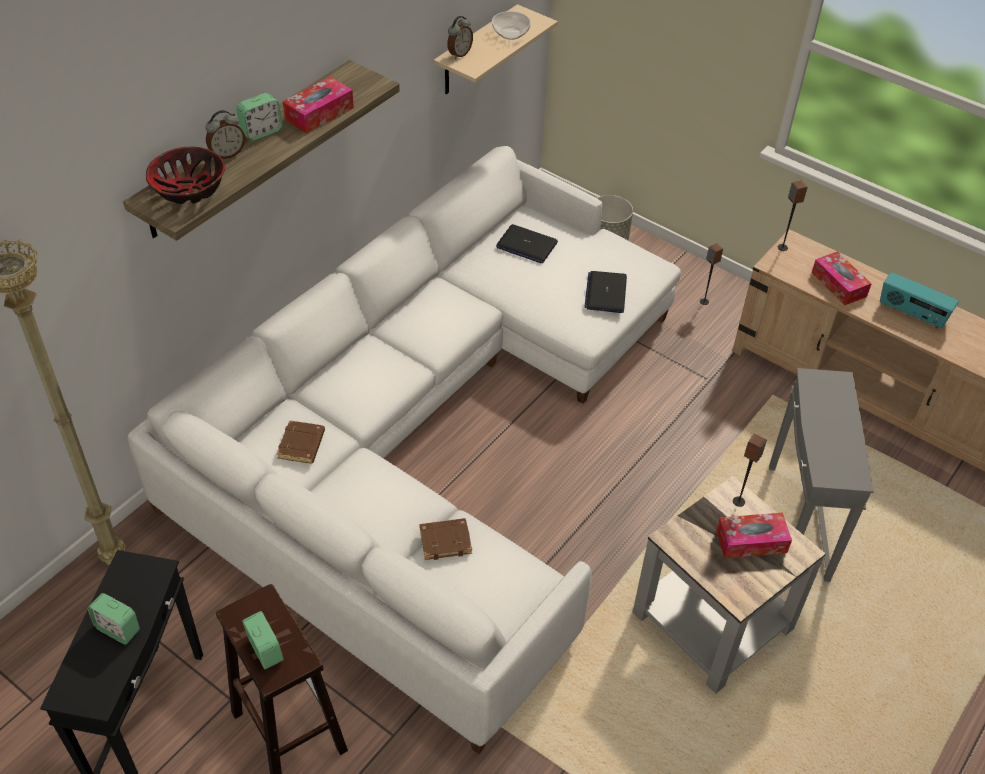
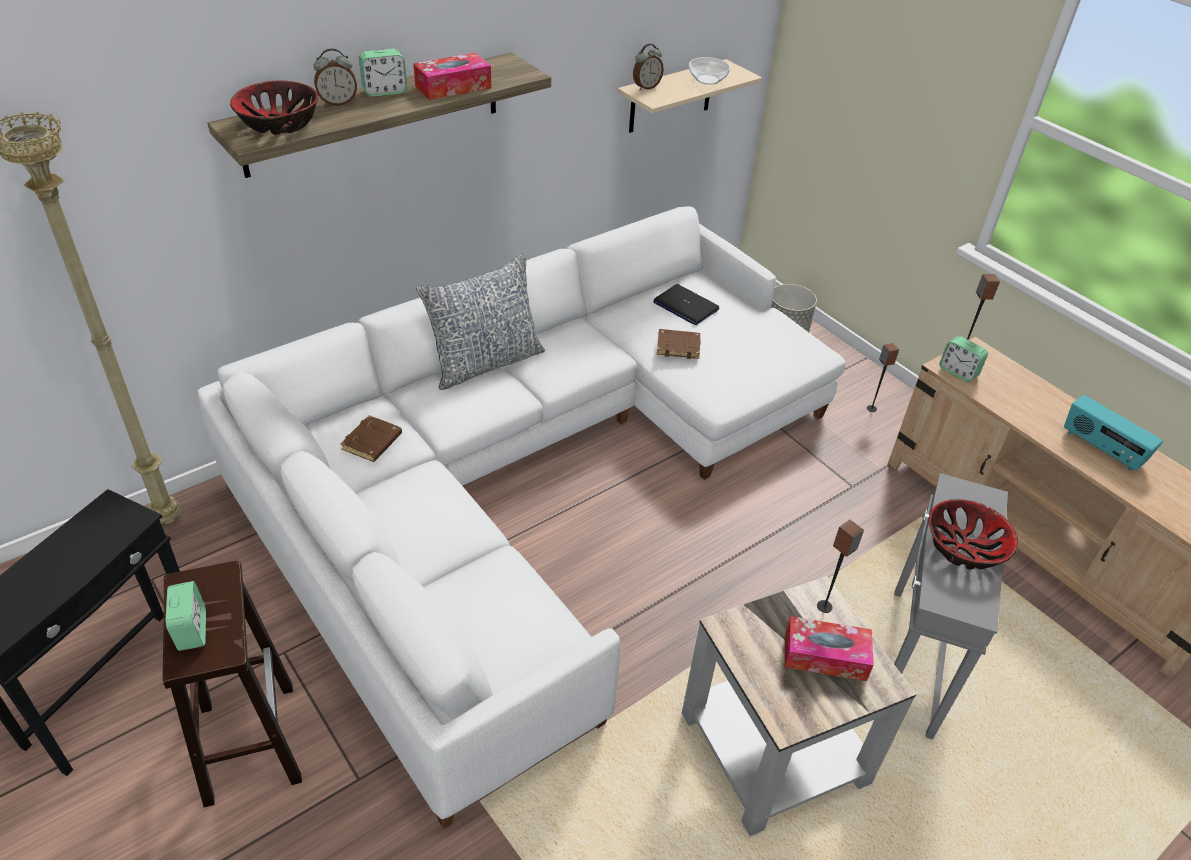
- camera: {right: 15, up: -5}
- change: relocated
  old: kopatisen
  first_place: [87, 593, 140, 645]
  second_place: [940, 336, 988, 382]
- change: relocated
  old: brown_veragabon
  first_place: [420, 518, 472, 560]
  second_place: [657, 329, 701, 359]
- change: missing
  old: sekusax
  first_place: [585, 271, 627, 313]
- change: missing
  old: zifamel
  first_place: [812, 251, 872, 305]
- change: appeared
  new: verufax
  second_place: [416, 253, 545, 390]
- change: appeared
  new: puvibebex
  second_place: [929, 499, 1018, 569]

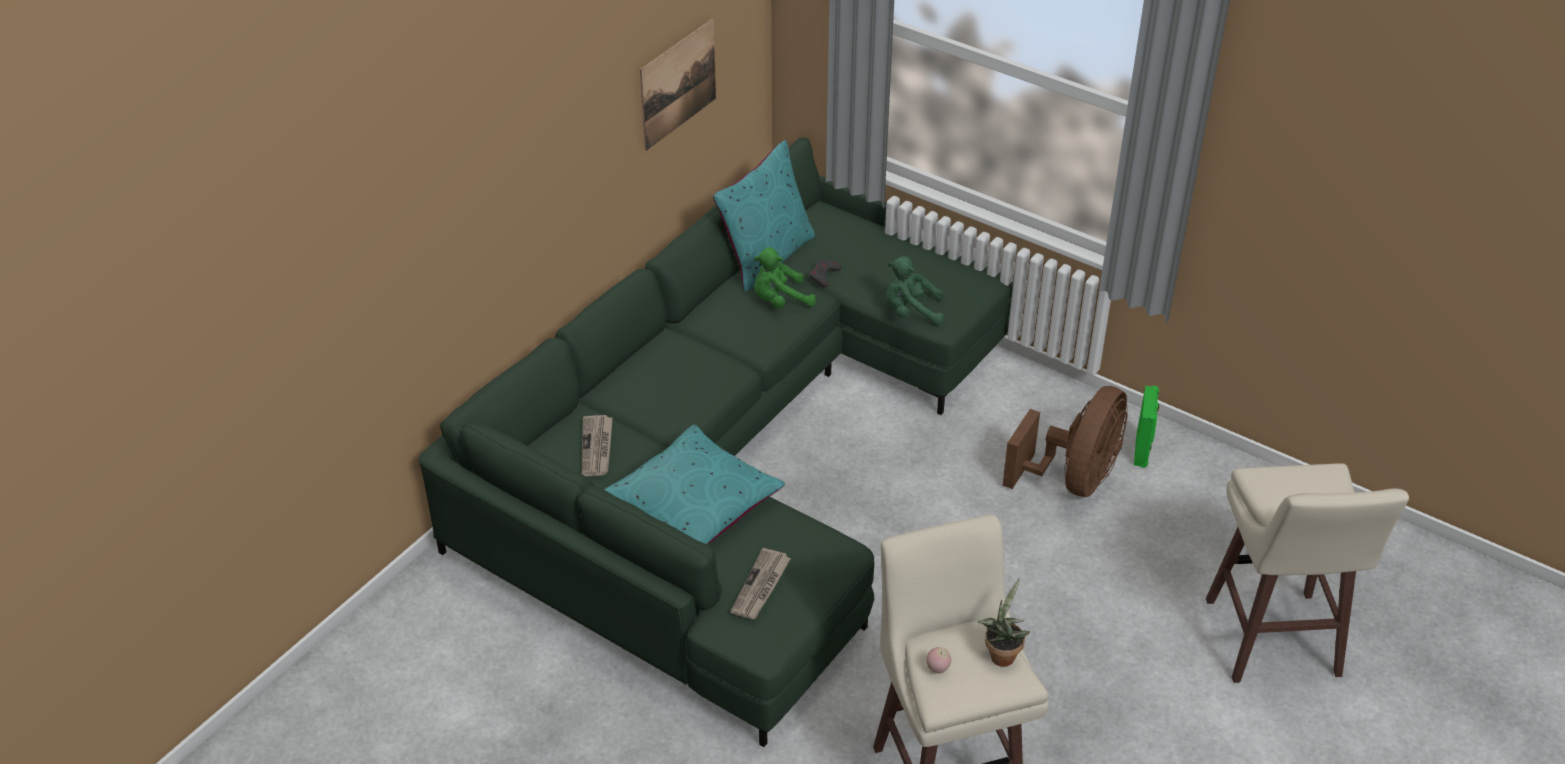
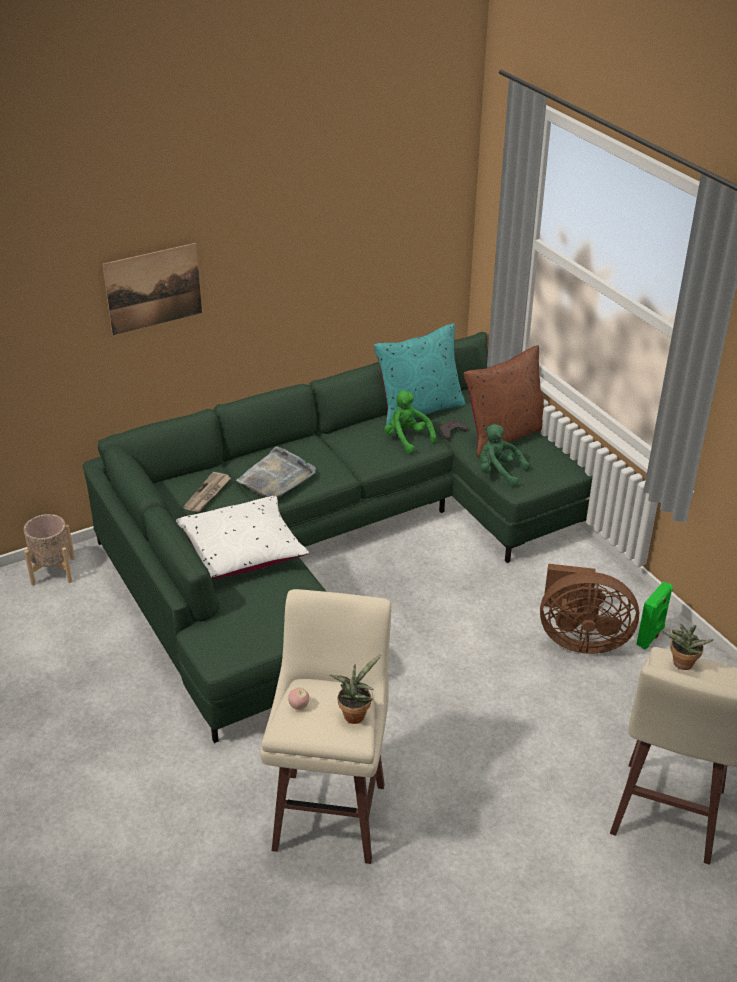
- camera: {right: 25, up: -5}
- change: colour
  old: turquoise_verufax
  new: white_verufax
  first_place: [604, 425, 785, 545]
  second_place: [176, 496, 309, 579]
- change: relocated
  old: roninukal
  first_place: [640, 19, 716, 151]
  second_place: [103, 243, 202, 335]
- change: missing
  old: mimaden
  first_place: [730, 548, 791, 619]
- change: spun
  old: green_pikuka
  first_place: [754, 247, 816, 308]
  second_place: [384, 390, 436, 453]
  degrees: 45
- change: spun
  old: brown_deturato
  first_place: [1002, 386, 1128, 497]
  second_place: [540, 564, 639, 654]
  degrees: 45
- change: appeared
  new: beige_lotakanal
  second_place: [24, 514, 75, 586]
- change: appeared
  new: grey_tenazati
  second_place: [236, 446, 316, 498]
- change: appeared
  new: brown_verufax
  second_place: [464, 345, 544, 457]
- change: appeared
  new: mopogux
  second_place: [662, 624, 713, 670]

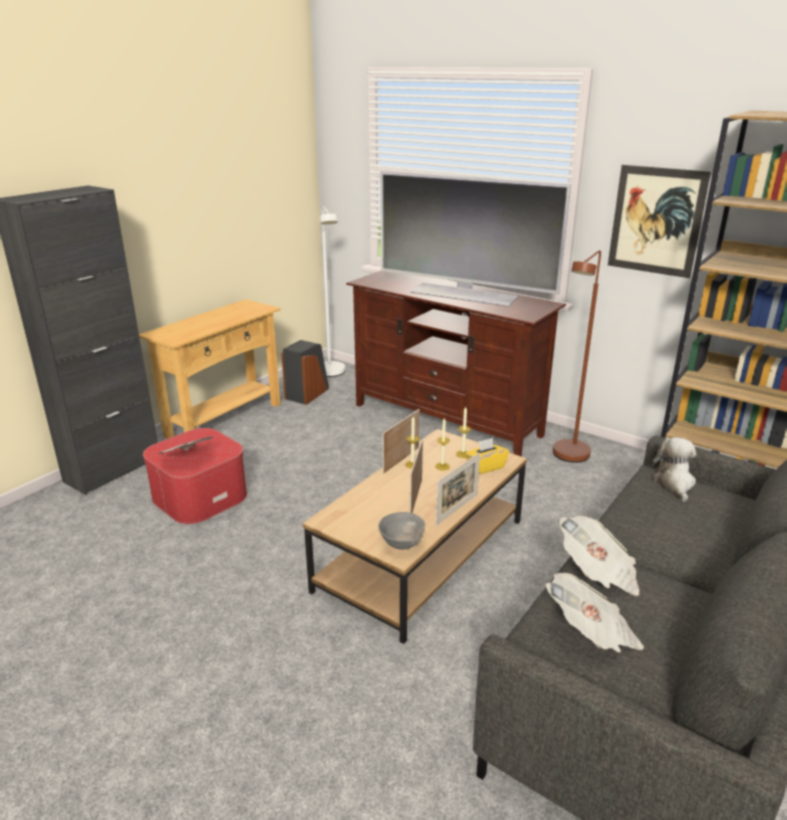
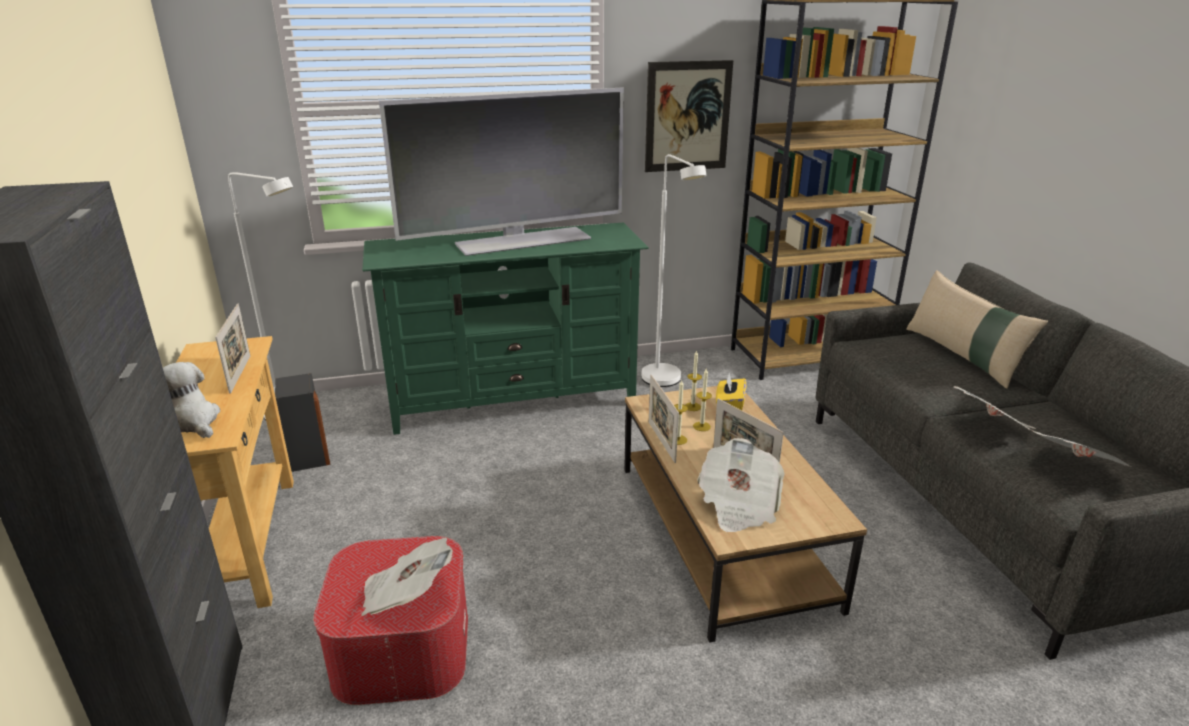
- camera: {right: -50, up: 0}
- change: colour
  old: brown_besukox
  new: green_besukox
  first_place: [346, 271, 566, 457]
  second_place: [362, 223, 649, 435]
- change: missing
  old: grey_puvibebex
  first_place: [378, 512, 425, 550]
- change: relocated
  old: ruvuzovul
  first_place: [436, 453, 480, 526]
  second_place: [215, 304, 250, 394]
- change: colour
  old: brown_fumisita
  new: white_fumisita
  first_place: [553, 250, 601, 463]
  second_place: [642, 154, 706, 387]
- change: relocated
  old: pikuka
  first_place: [651, 437, 696, 503]
  second_place: [163, 362, 220, 438]
- change: appeared
  new: mimaden
  second_place: [698, 438, 785, 532]
- change: appeared
  new: beige_verufax
  second_place: [906, 270, 1048, 389]

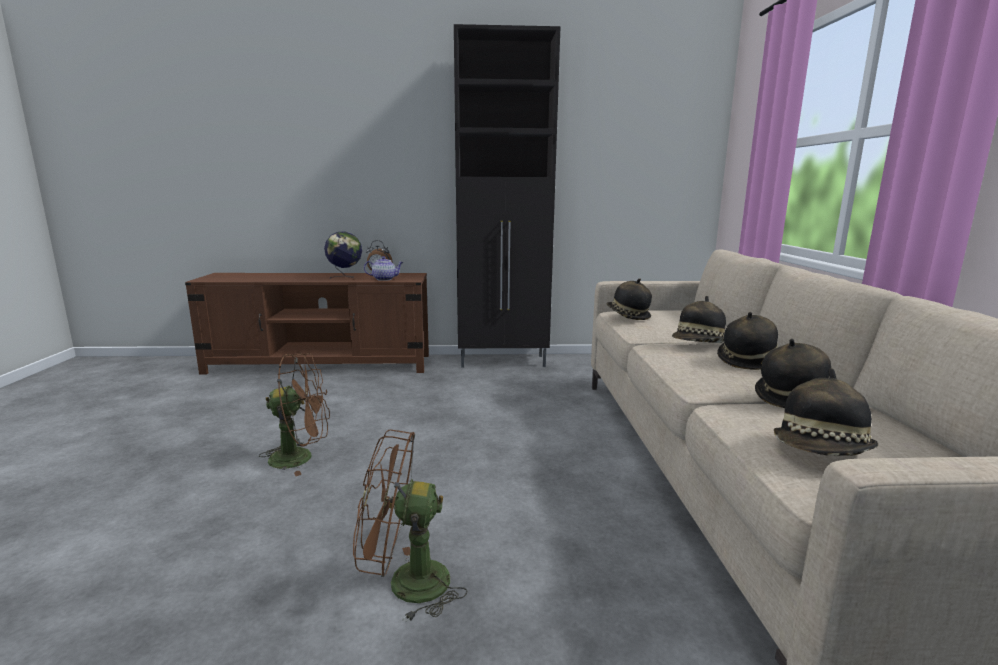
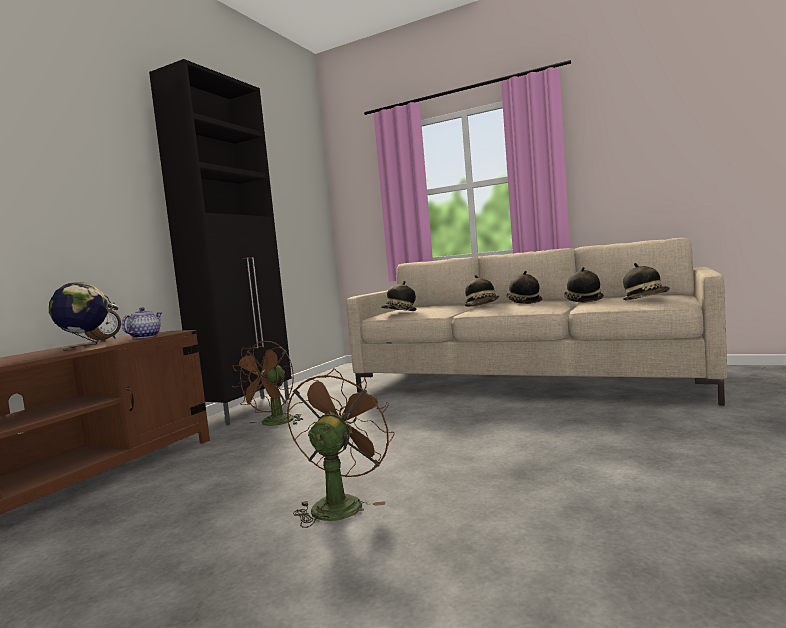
- camera: {right: -60, up: -10}
- change: relocated
  old: brown_deturato
  first_place: [353, 429, 467, 622]
  second_place: [232, 340, 304, 426]

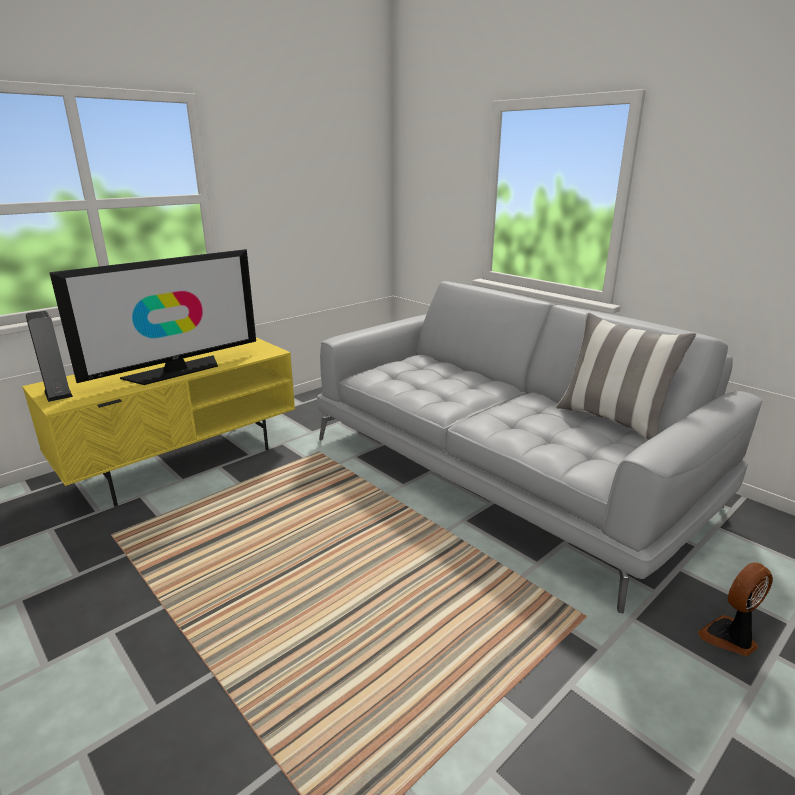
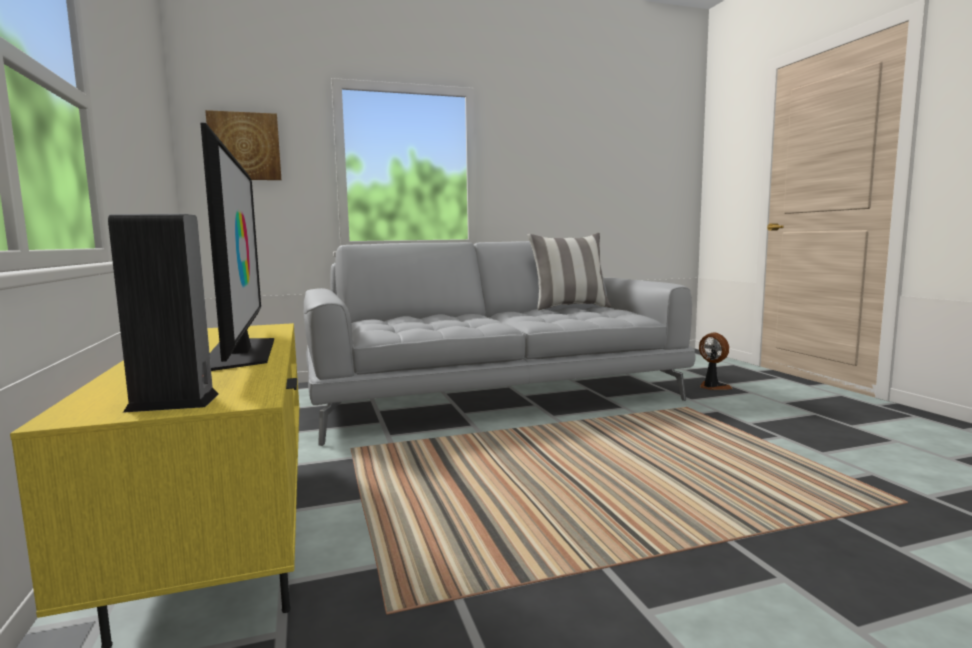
- camera: {right: -65, up: -15}
- change: spun
  old: deturato
  first_place: [698, 562, 773, 656]
  second_place: [699, 332, 733, 390]
  degrees: 150
- change: appeared
  new: roninukal
  second_place: [205, 110, 281, 180]

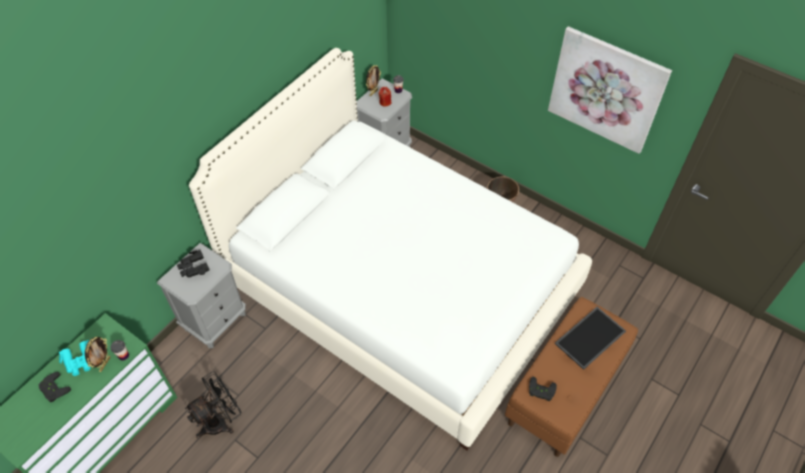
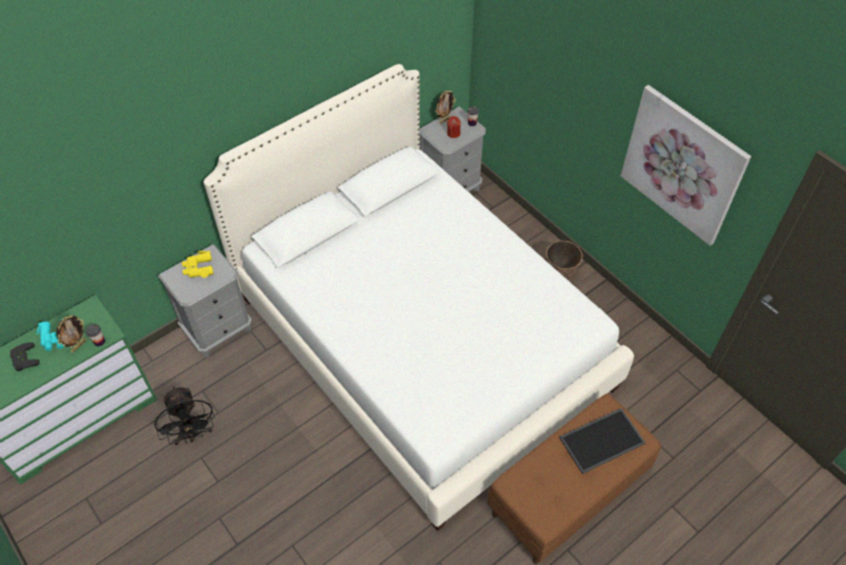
- camera: {right: 15, up: 0}
- change: colour
  old: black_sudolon
  new: yellow_sudolon
  first_place: [177, 250, 209, 277]
  second_place: [182, 251, 213, 278]
- change: spun
  old: black_deturato
  first_place: [185, 371, 241, 438]
  second_place: [154, 386, 215, 445]
  degrees: 90
- change: missing
  old: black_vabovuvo
  first_place: [529, 377, 557, 401]

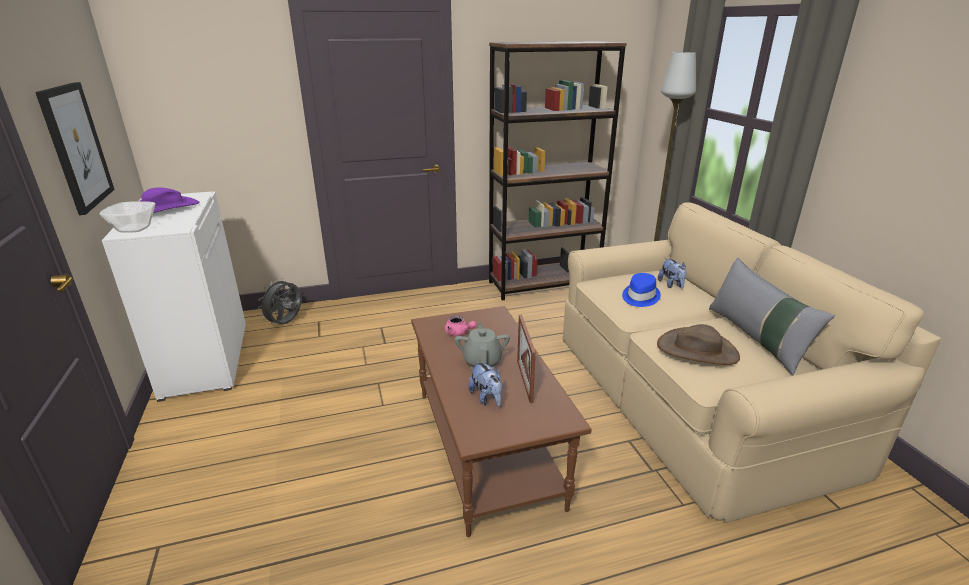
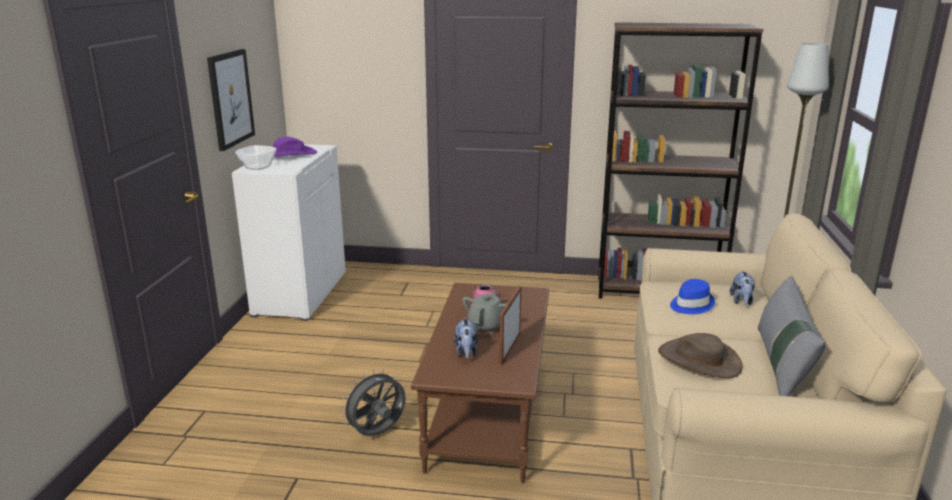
- camera: {right: 25, up: -5}
- change: relocated
  old: grey_deturato
  first_place: [258, 278, 301, 325]
  second_place: [340, 369, 406, 436]

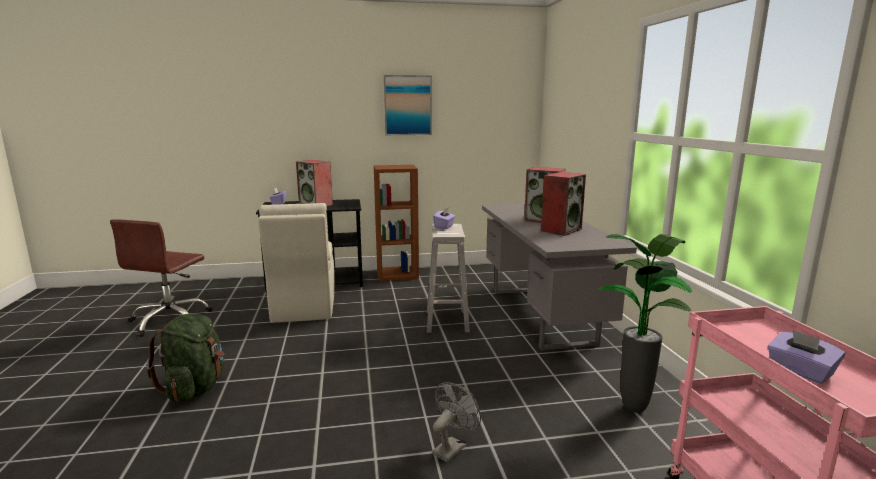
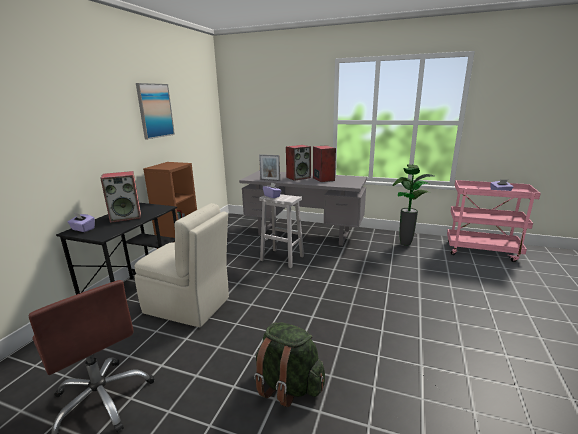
- camera: {right: -60, up: 5}
- change: missing
  old: grey_deturato
  first_place: [432, 382, 481, 462]
- change: appeared
  new: ruvuzovul
  second_place: [259, 154, 280, 181]

